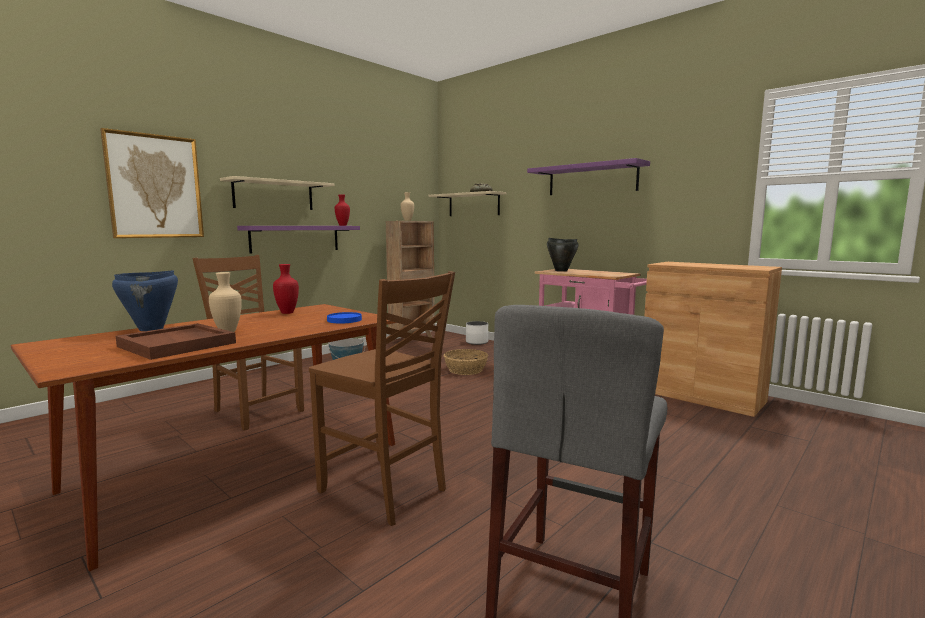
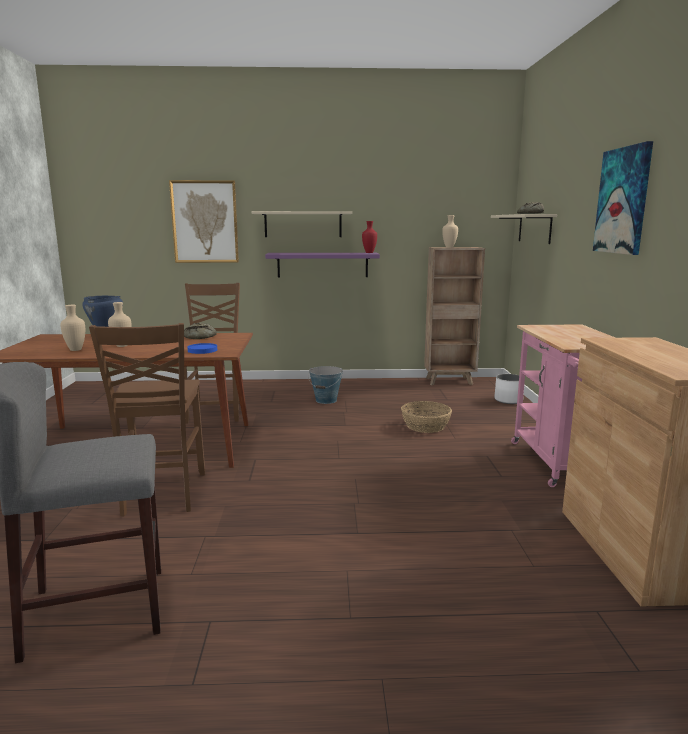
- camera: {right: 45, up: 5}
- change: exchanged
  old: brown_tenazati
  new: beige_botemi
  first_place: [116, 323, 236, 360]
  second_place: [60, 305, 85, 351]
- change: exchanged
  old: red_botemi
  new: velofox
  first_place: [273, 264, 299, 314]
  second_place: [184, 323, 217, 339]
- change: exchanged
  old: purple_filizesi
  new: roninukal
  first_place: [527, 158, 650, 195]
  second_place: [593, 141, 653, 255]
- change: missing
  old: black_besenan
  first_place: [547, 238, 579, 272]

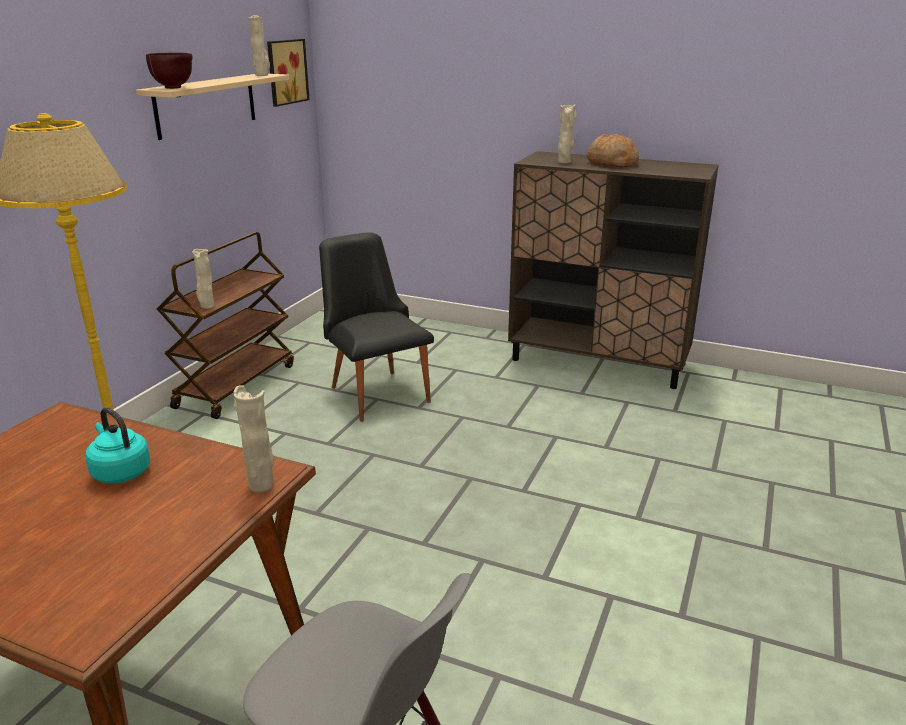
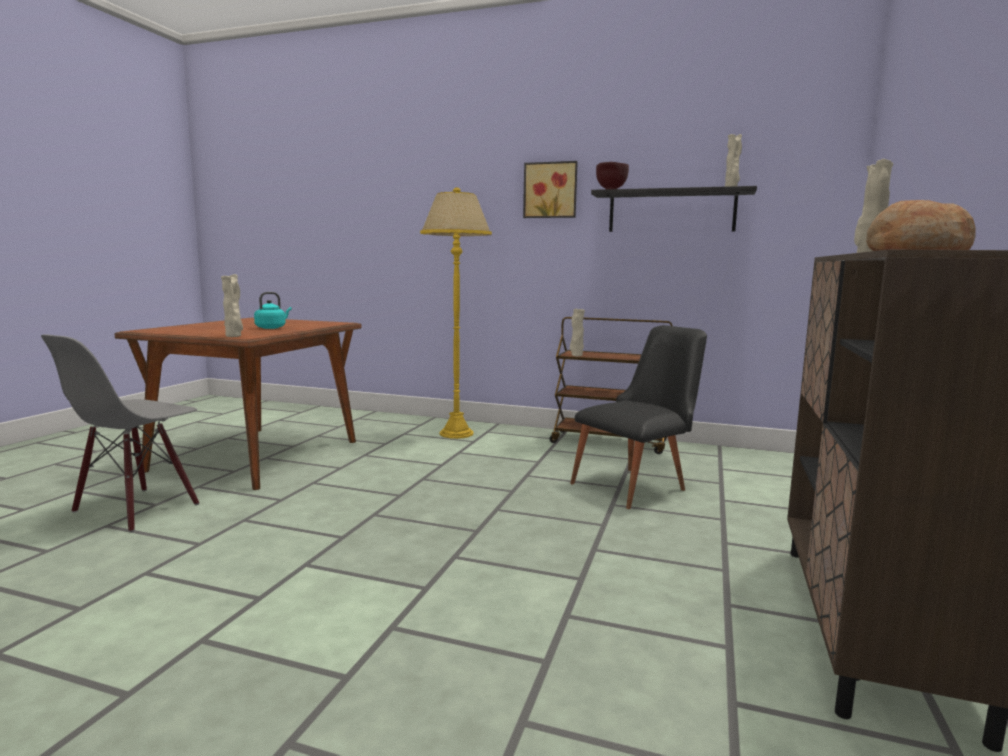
- camera: {right: 85, up: -15}
- change: colour
  old: beige_filizesi
  new: black_filizesi
  first_place: [136, 74, 289, 140]
  second_place: [591, 186, 757, 232]
- change: relocated
  old: roninukal
  first_place: [267, 39, 310, 107]
  second_place: [523, 161, 578, 218]

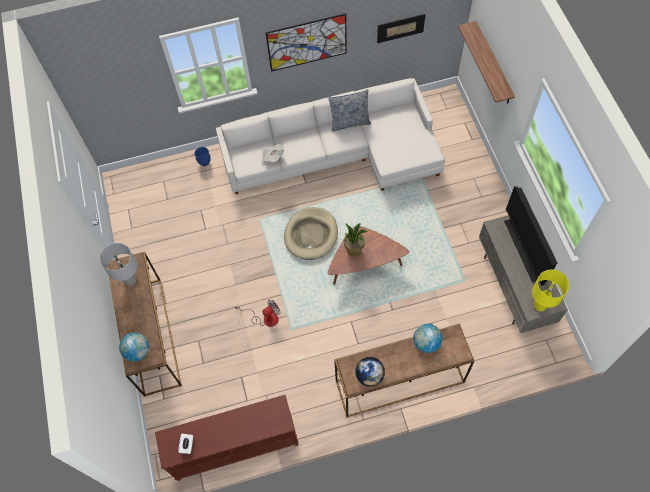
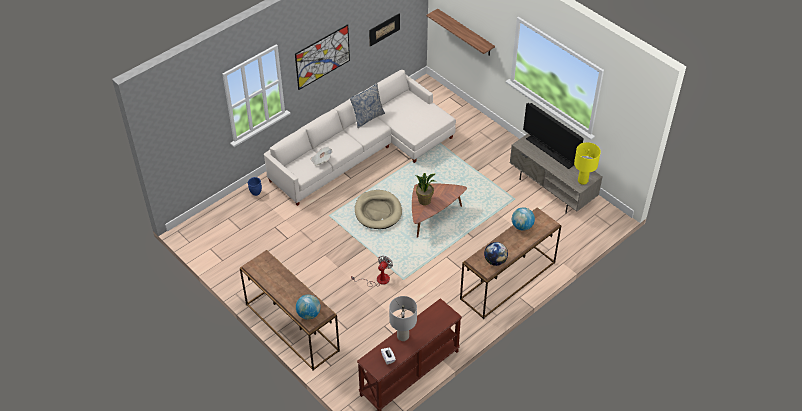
- camera: {right: -30, up: -15}
- change: relocated
  old: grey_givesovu
  first_place: [100, 243, 137, 286]
  second_place: [389, 296, 417, 341]

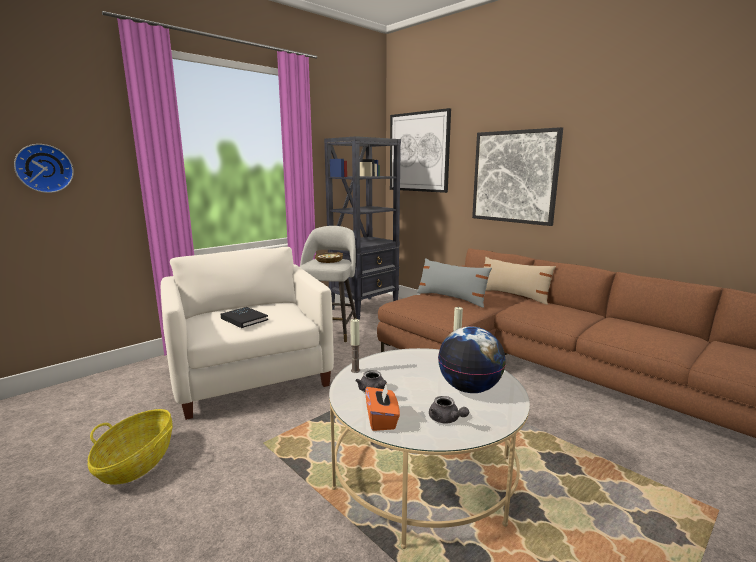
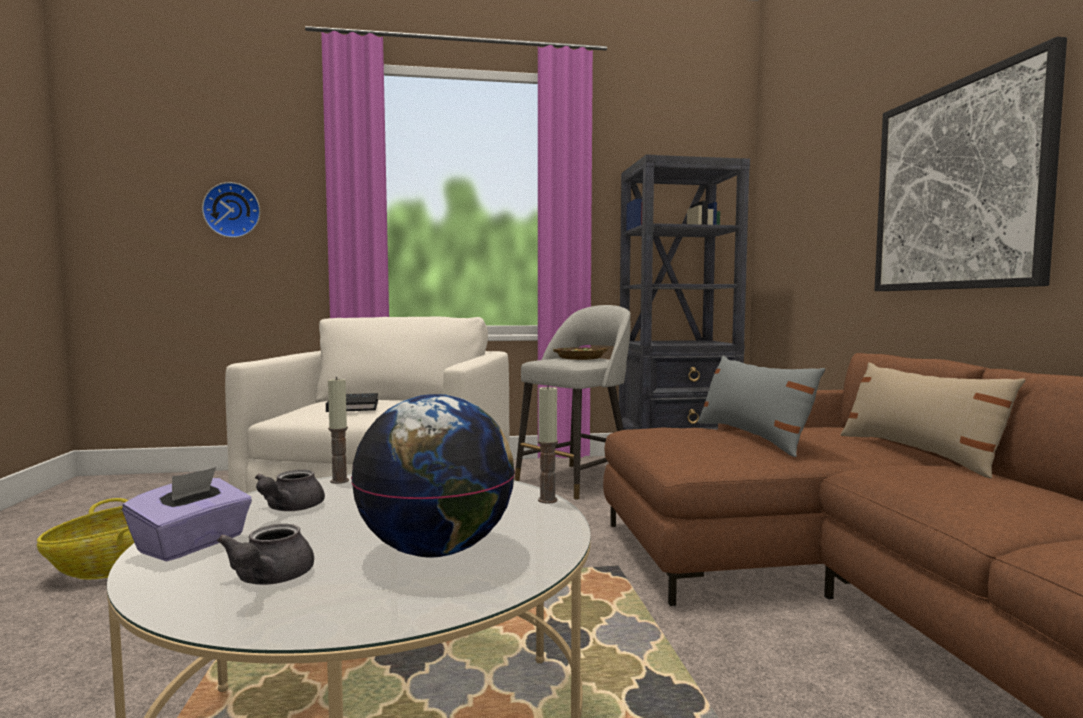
- camera: {right: 35, up: -10}
- change: colour
  old: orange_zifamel
  new: purple_zifamel
  first_place: [365, 384, 400, 431]
  second_place: [122, 467, 252, 562]
- change: missing
  old: roninukal
  first_place: [390, 108, 451, 193]

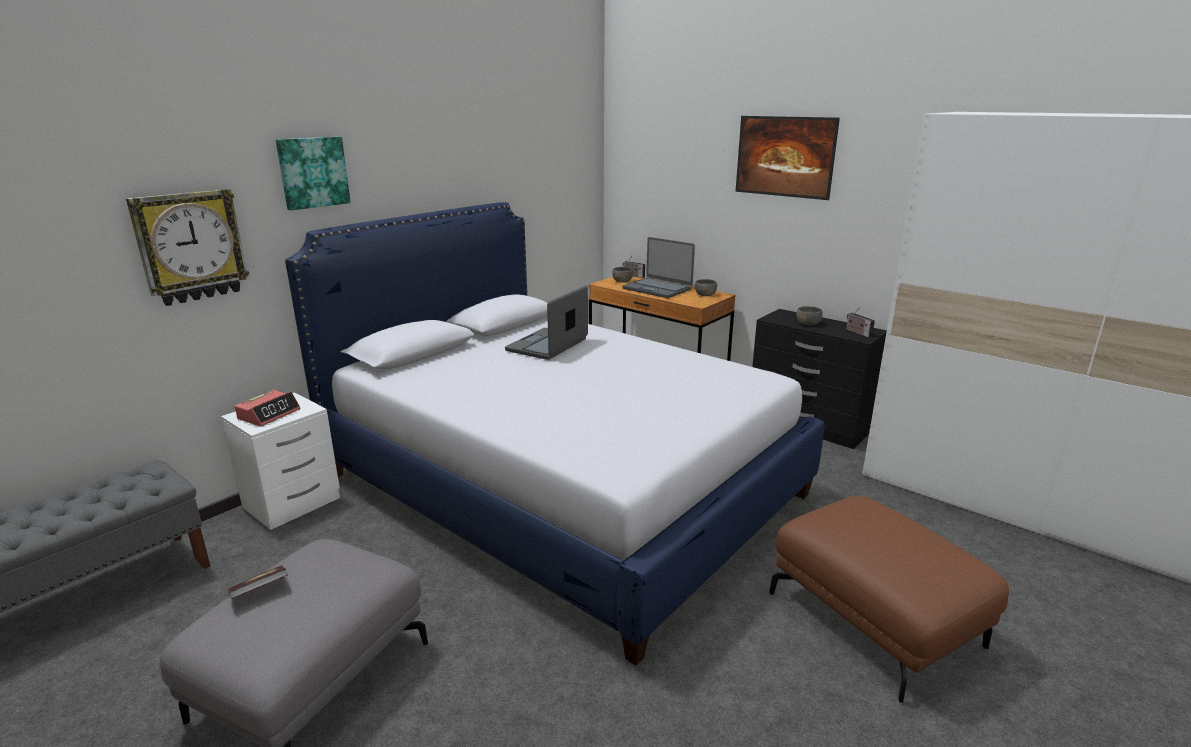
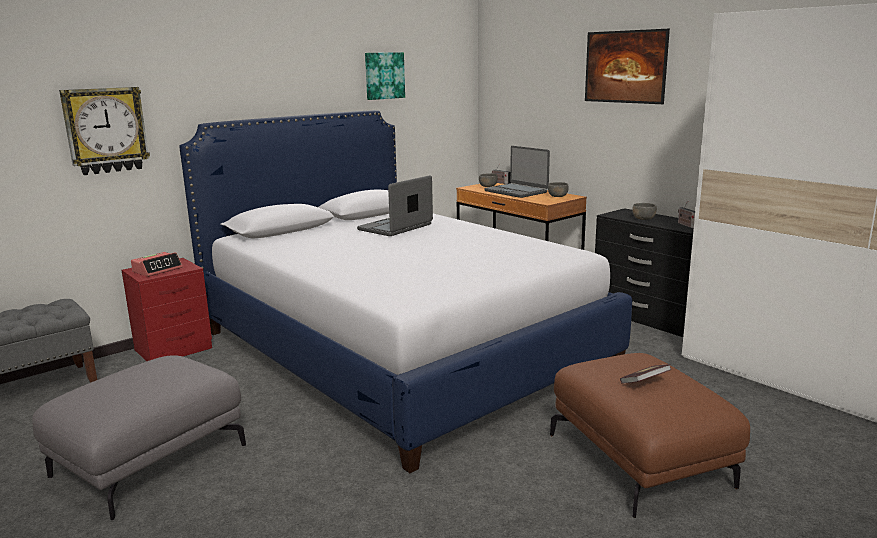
- camera: {right: 10, up: -5}
- change: colour
  old: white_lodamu
  new: red_lodamu
  first_place: [221, 392, 340, 530]
  second_place: [122, 258, 212, 361]
- change: relocated
  old: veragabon
  first_place: [228, 565, 288, 599]
  second_place: [620, 364, 672, 383]
- change: relocated
  old: roninukal
  first_place: [276, 137, 351, 210]
  second_place: [365, 52, 405, 100]

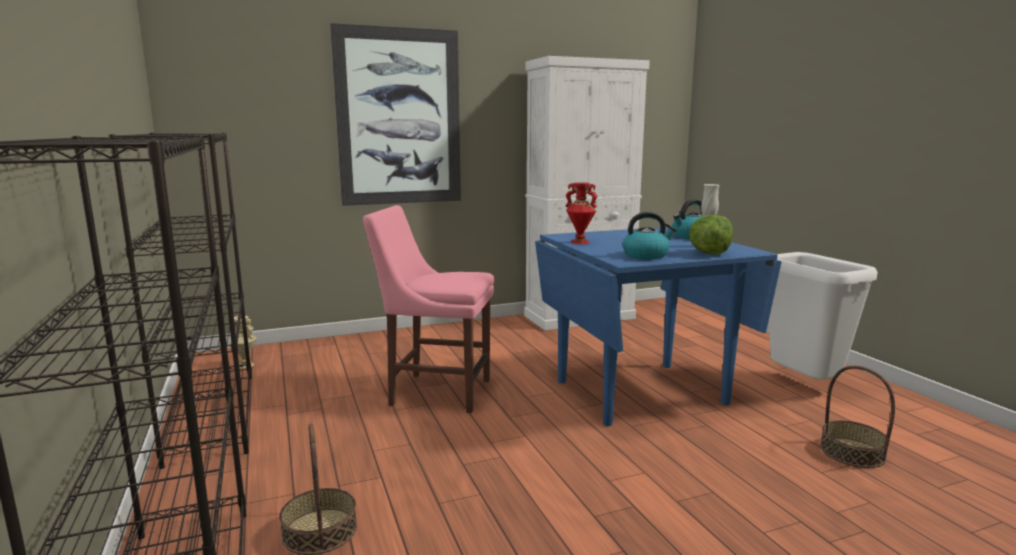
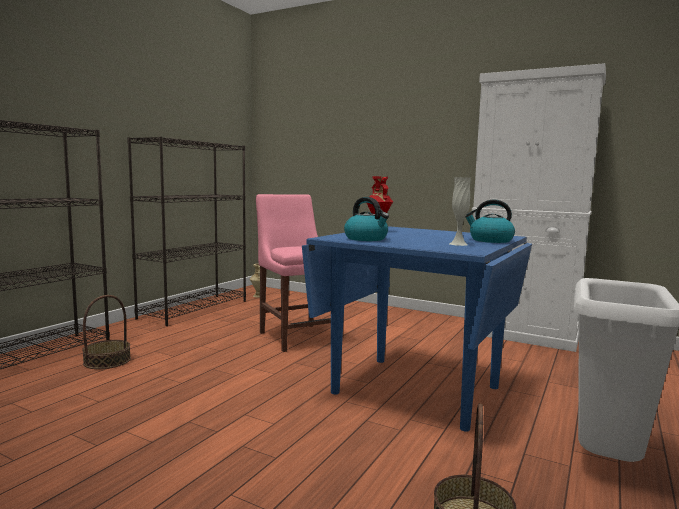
- camera: {right: 50, up: -5}
- change: missing
  old: roninukal
  first_place: [330, 23, 461, 206]
- change: missing
  old: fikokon
  first_place: [689, 215, 733, 254]

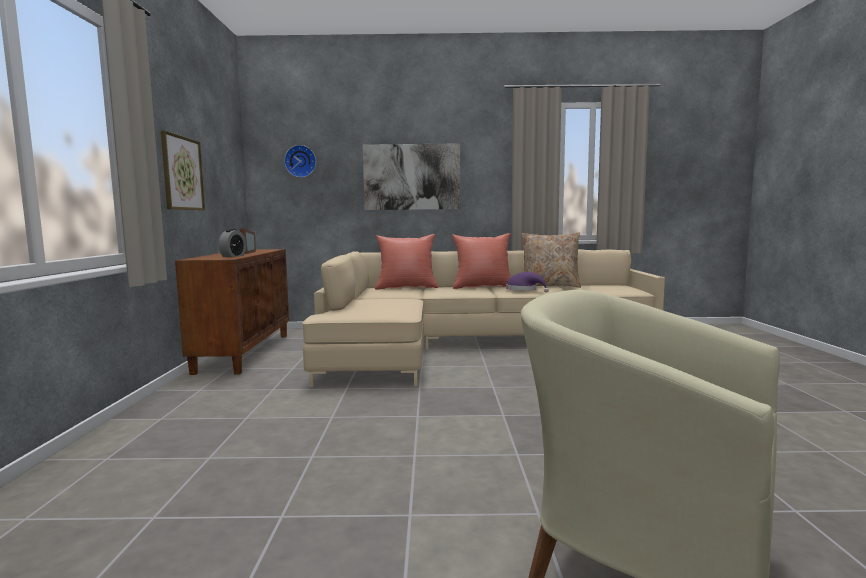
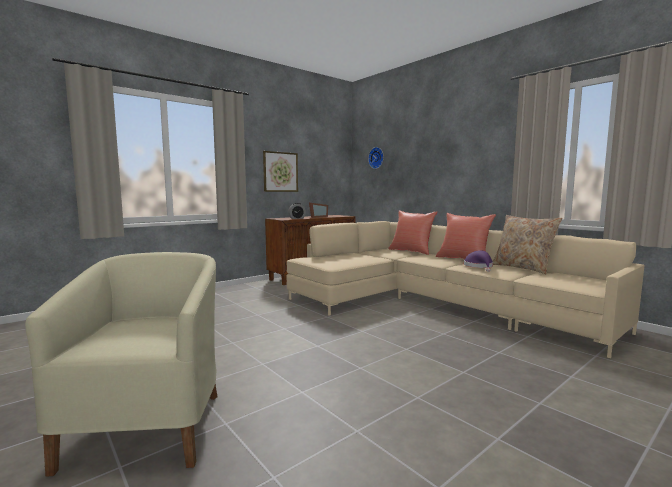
- camera: {right: 50, up: 0}
- change: missing
  old: roninukal
  first_place: [363, 143, 460, 210]

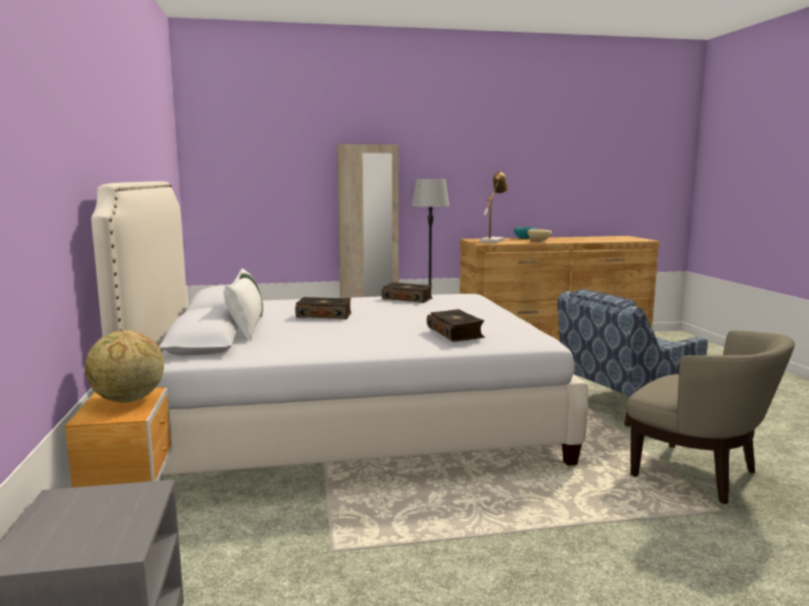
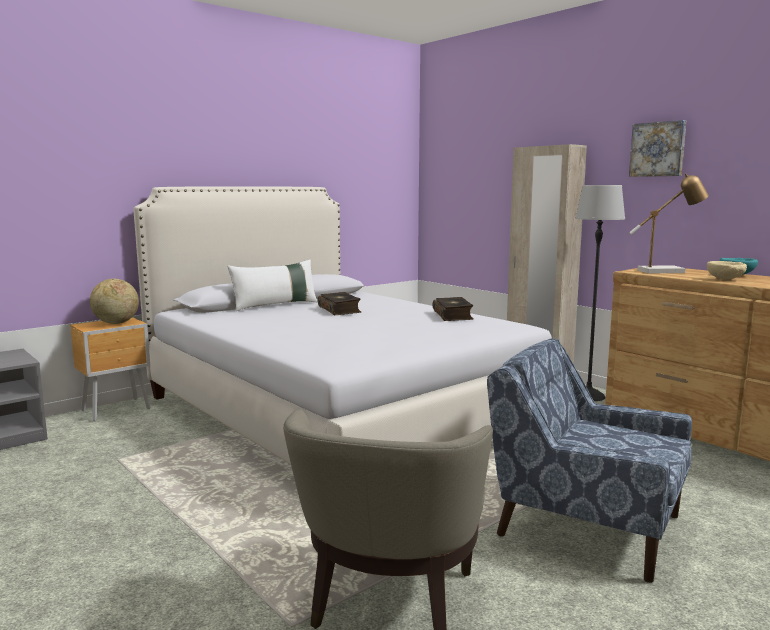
- camera: {right: 60, up: 0}
- change: missing
  old: veragabon
  first_place: [427, 309, 485, 342]
- change: appeared
  new: roninukal
  second_place: [629, 120, 686, 177]

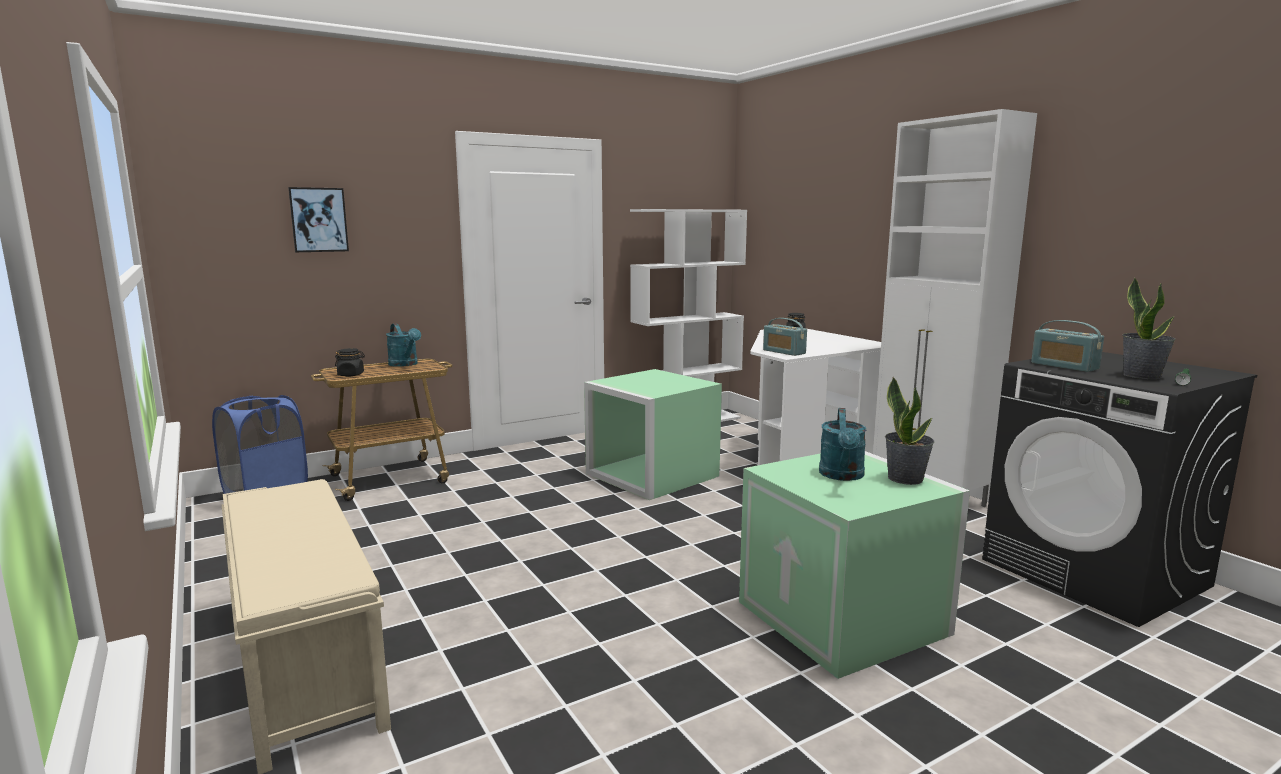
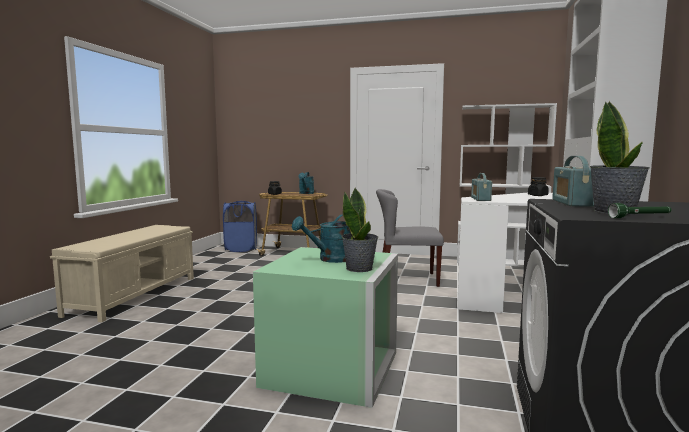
- camera: {right: 45, up: -5}
- change: missing
  old: roninukal
  first_place: [288, 187, 349, 252]
- change: exchanged
  old: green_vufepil
  new: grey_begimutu
  first_place: [584, 369, 722, 500]
  second_place: [376, 189, 444, 287]

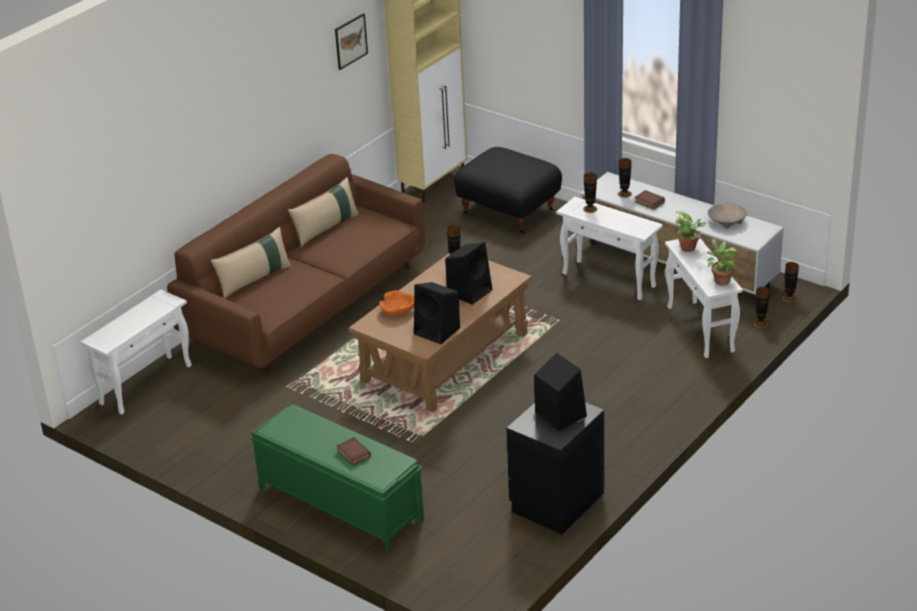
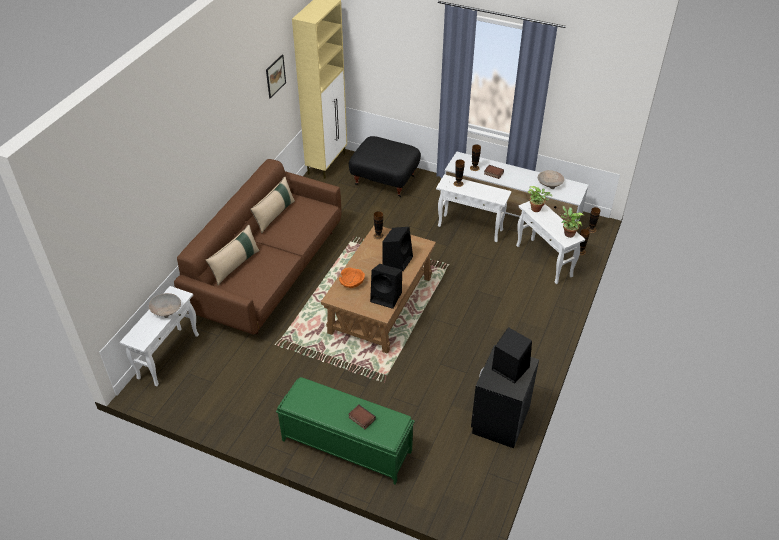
- camera: {right: -15, up: 10}
- change: appeared
  new: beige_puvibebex
  second_place: [149, 293, 181, 318]

